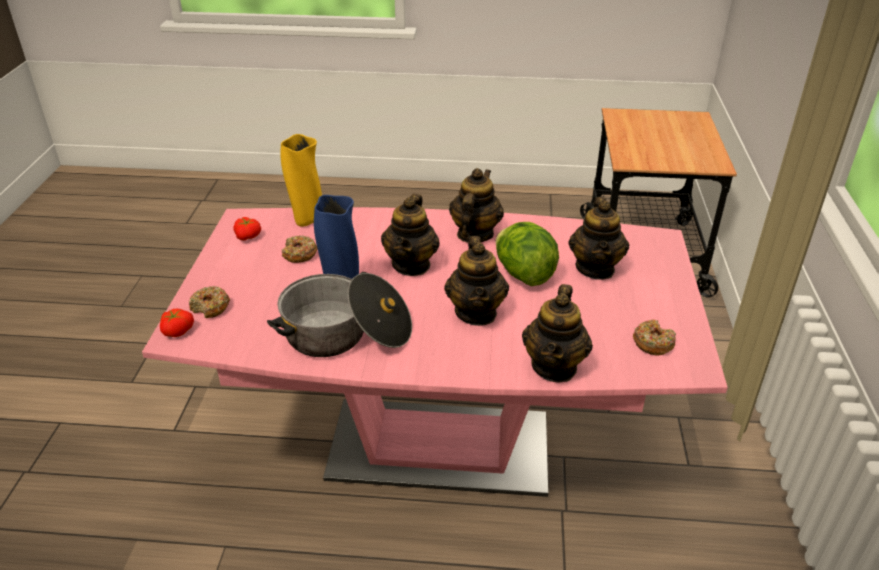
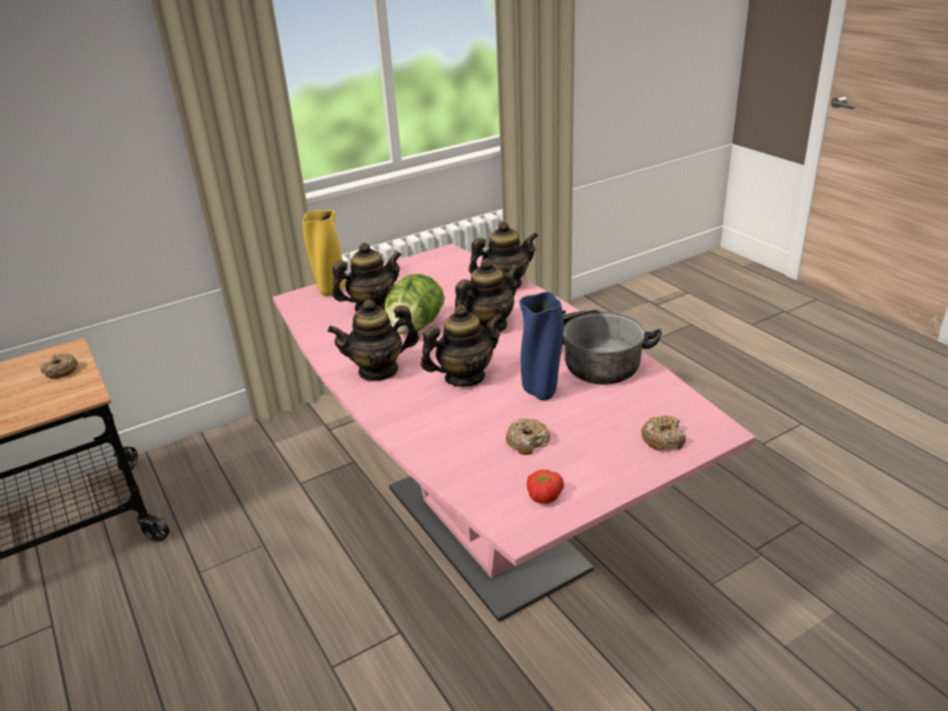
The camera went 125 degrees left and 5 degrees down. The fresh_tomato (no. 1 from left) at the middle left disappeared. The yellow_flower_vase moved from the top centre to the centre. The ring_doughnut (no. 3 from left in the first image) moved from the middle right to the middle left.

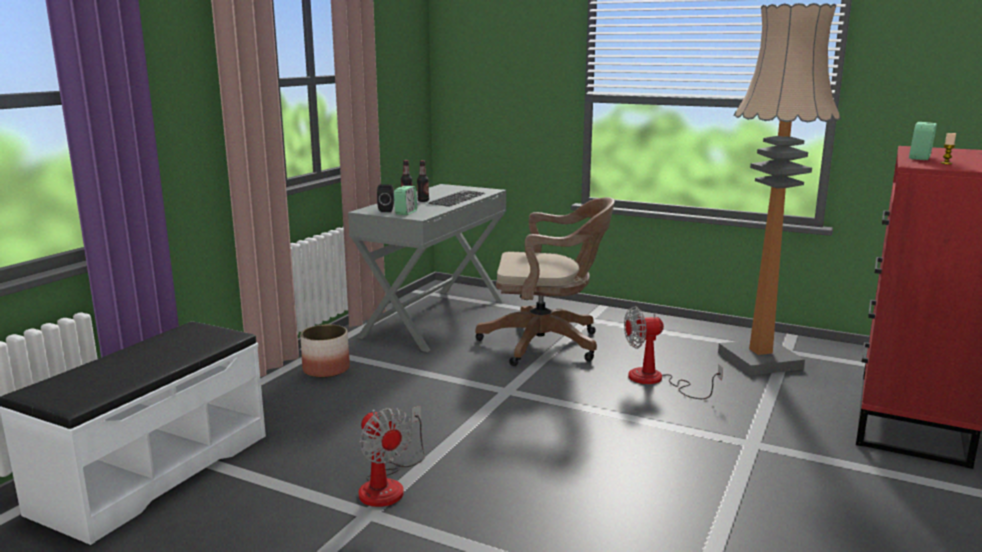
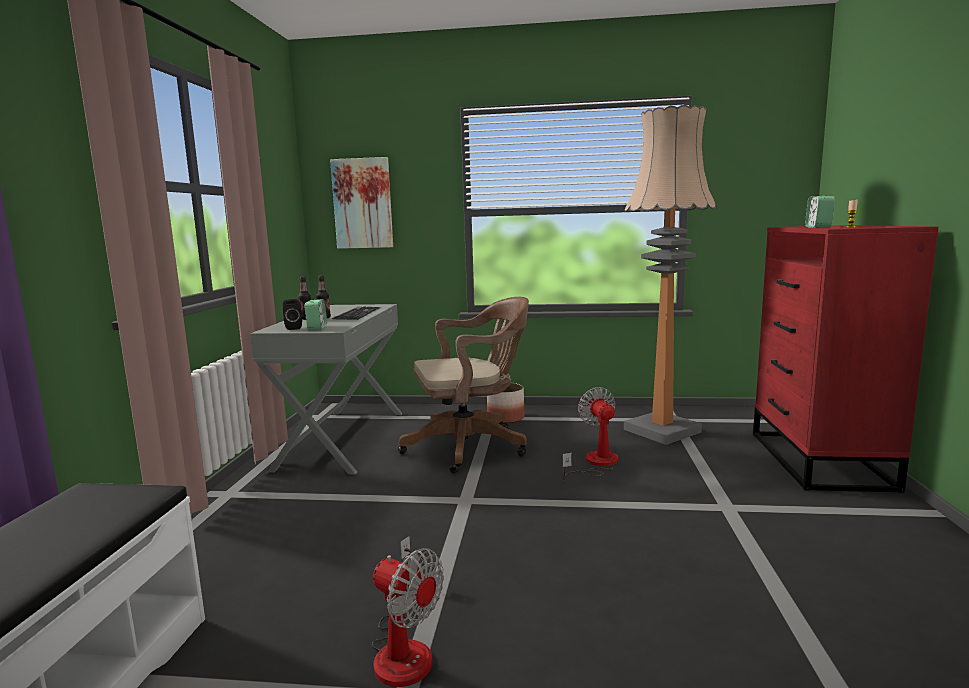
The camera went 20 degrees left and 5 degrees down. The picture at the top centre appeared. The planter moved from the middle left to the centre. The cooling_fan (no. 2 from left) at the middle right turned 105 degrees clockwise.

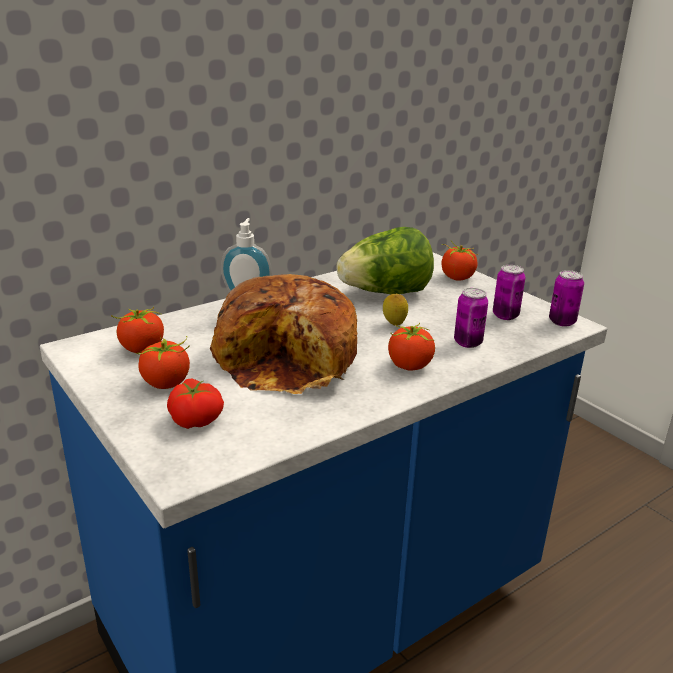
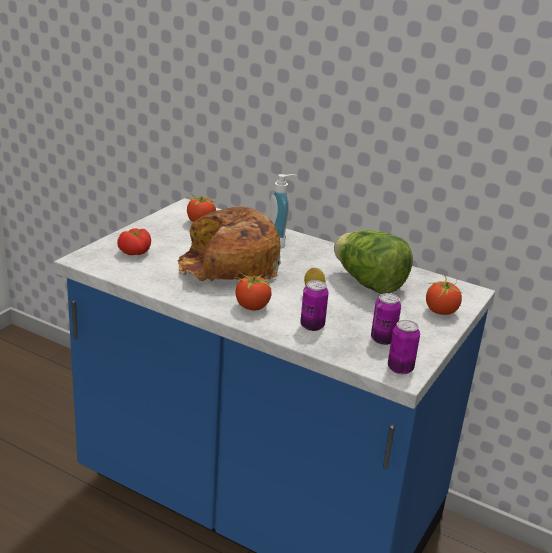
The camera went 65 degrees right and 0 degrees up. The fresh_tomato (no. 2 from left) at the middle left disappeared.

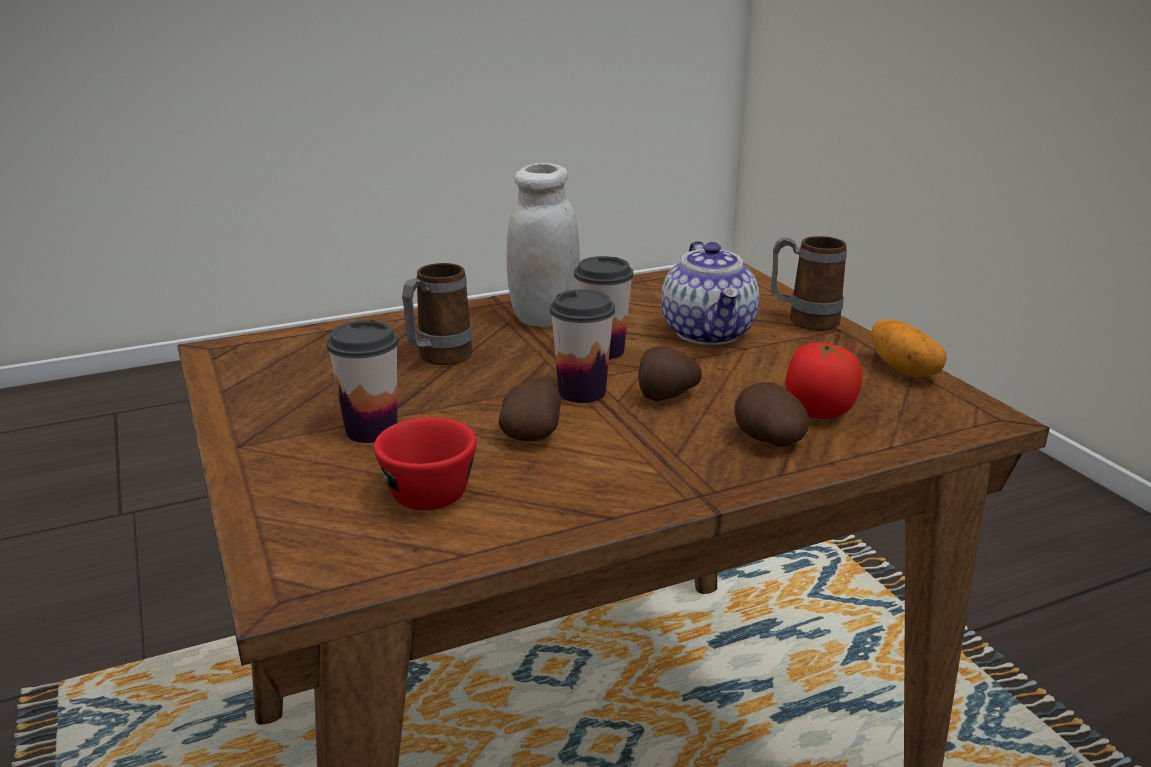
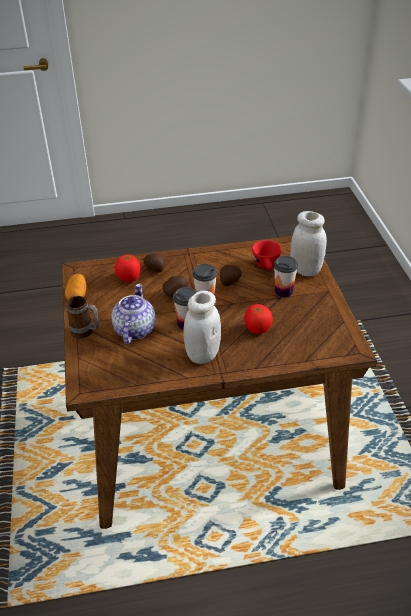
The camera went 165 degrees left and 15 degrees up. The white_preserve_jar (no. 2 from left) at the middle right appeared. The tea_mug (no. 1 from left) at the centre was replaced by the fresh_tomato (no. 2 from left) at the centre.

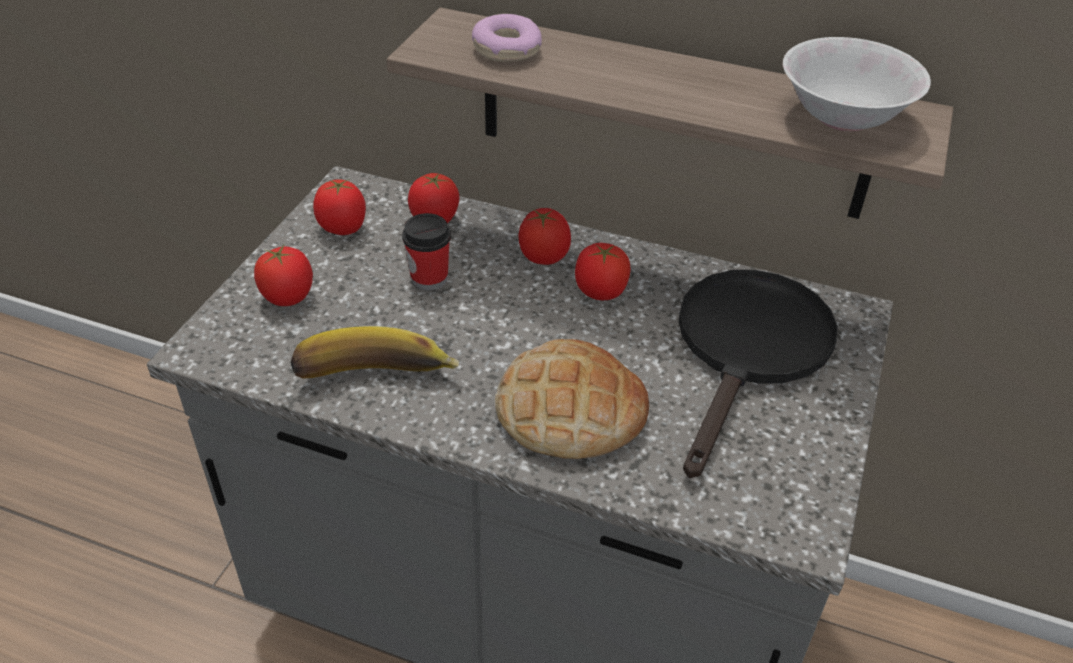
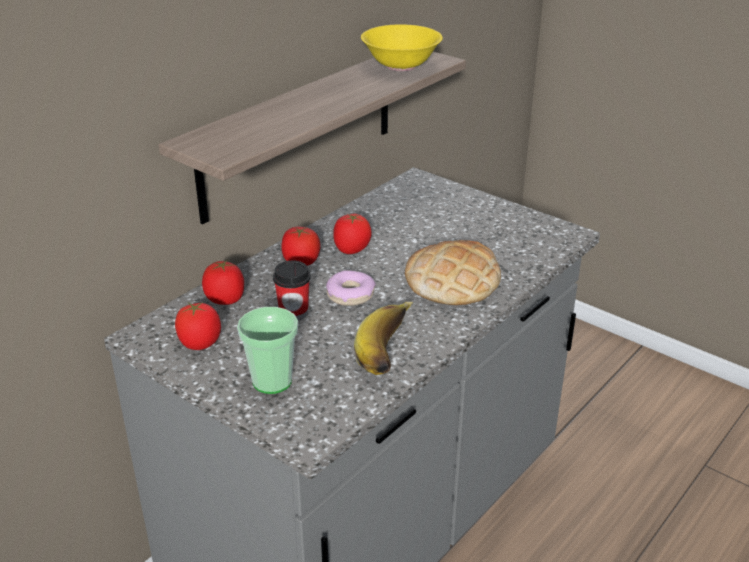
The camera went 70 degrees left and 10 degrees down. The black-coloured_skillet at the middle right disappeared. The ring_doughnut moved from the top centre to the centre. The fresh_tomato (no. 1 from left) at the middle left was replaced by the small_cup (no. 1 from left) at the centre. The white_serving_bowl at the top right became the yellow_serving_bowl at the top centre.

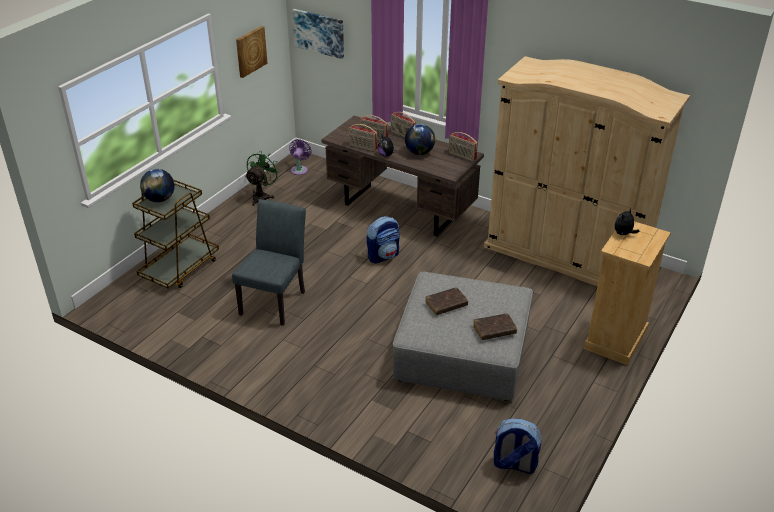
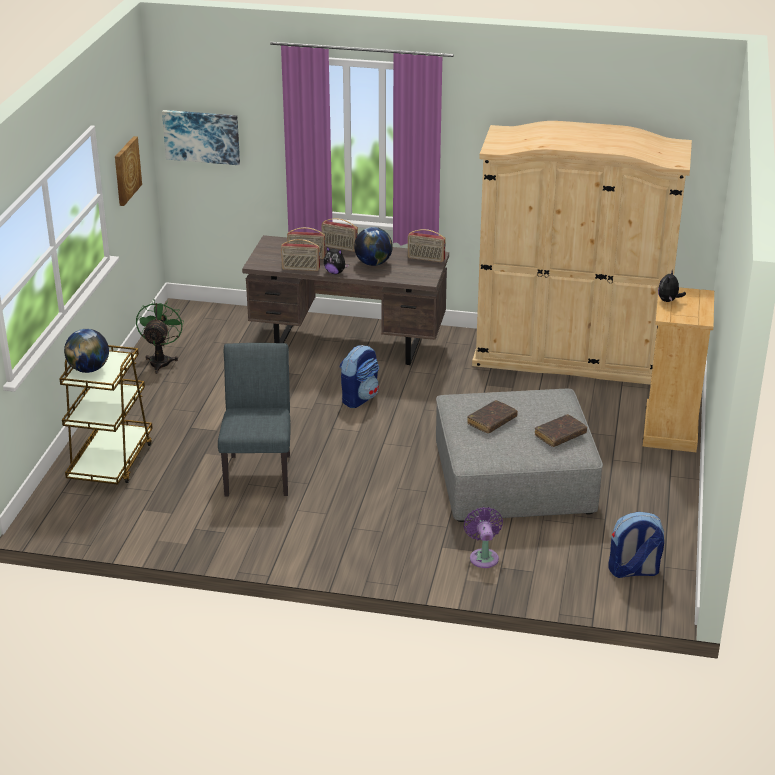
The camera went 20 degrees left and 5 degrees down. The purplish_cooling_fan moved from the top centre to the bottom centre.

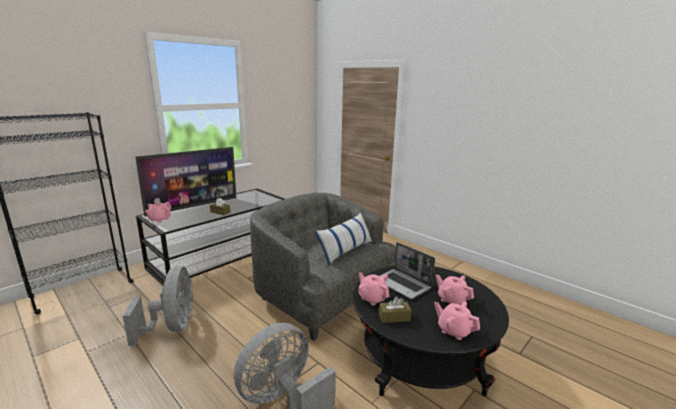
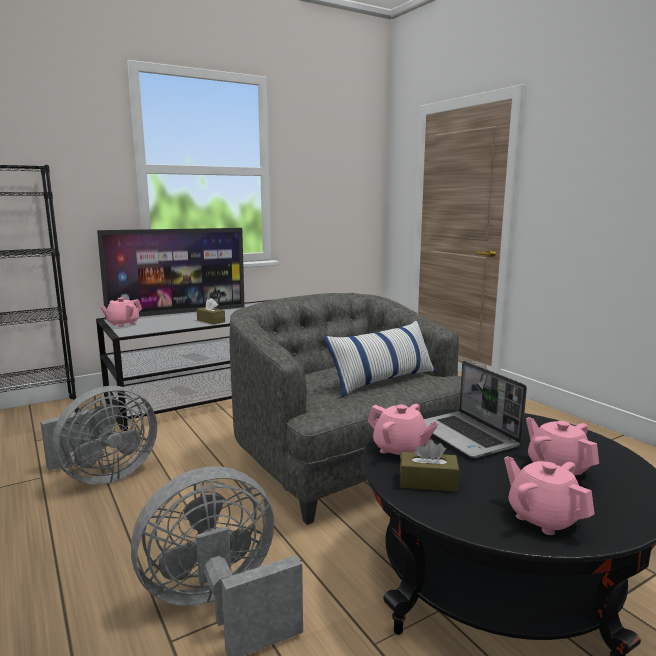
The camera went 15 degrees right and 5 degrees down. The gray_cooling_fan (no. 1 from left) at the bottom left turned 45 degrees clockwise. The pink_pot_for_tea (no. 2 from left) at the bottom centre turned 150 degrees clockwise.

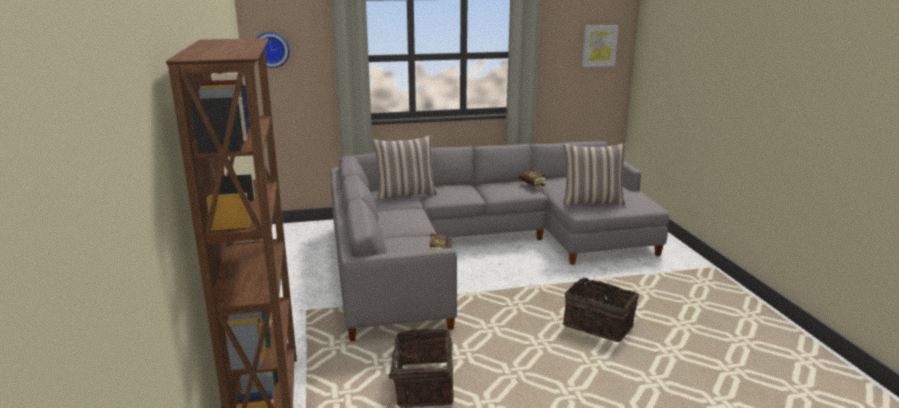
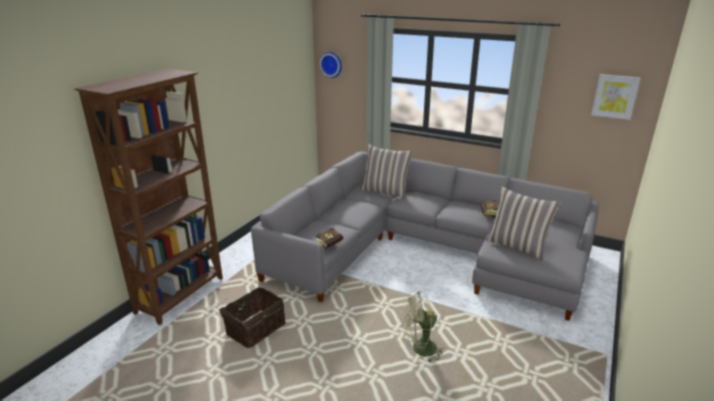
The camera went 40 degrees right and 5 degrees up. The basket (no. 2 from left) at the bottom right was replaced by the greenish_cooling_fan at the bottom centre.

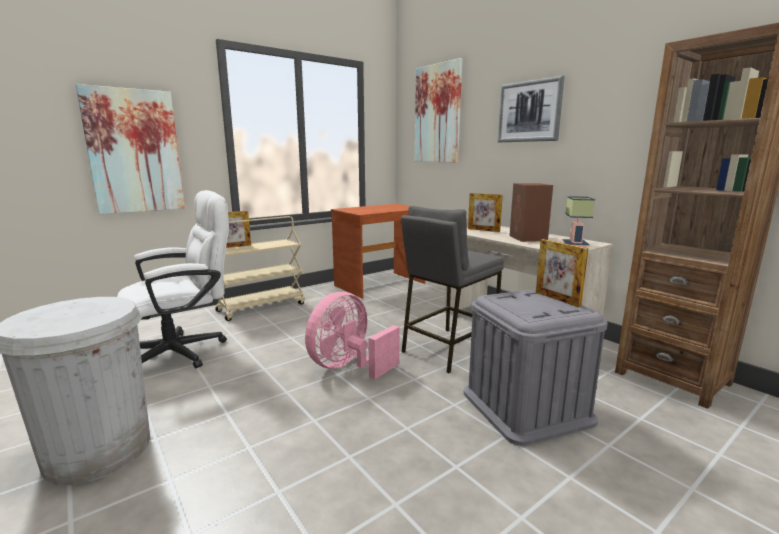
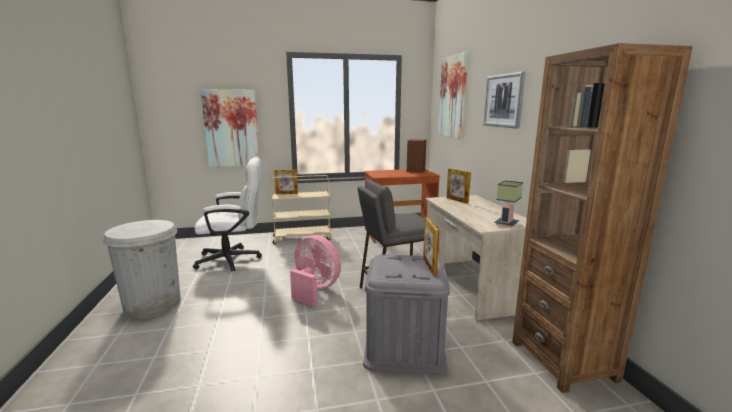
The camera went 25 degrees right and 0 degrees up. The brown-coloured_audio_speaker moved from the middle right to the centre. The pink_cooling_fan at the centre turned 60 degrees clockwise.

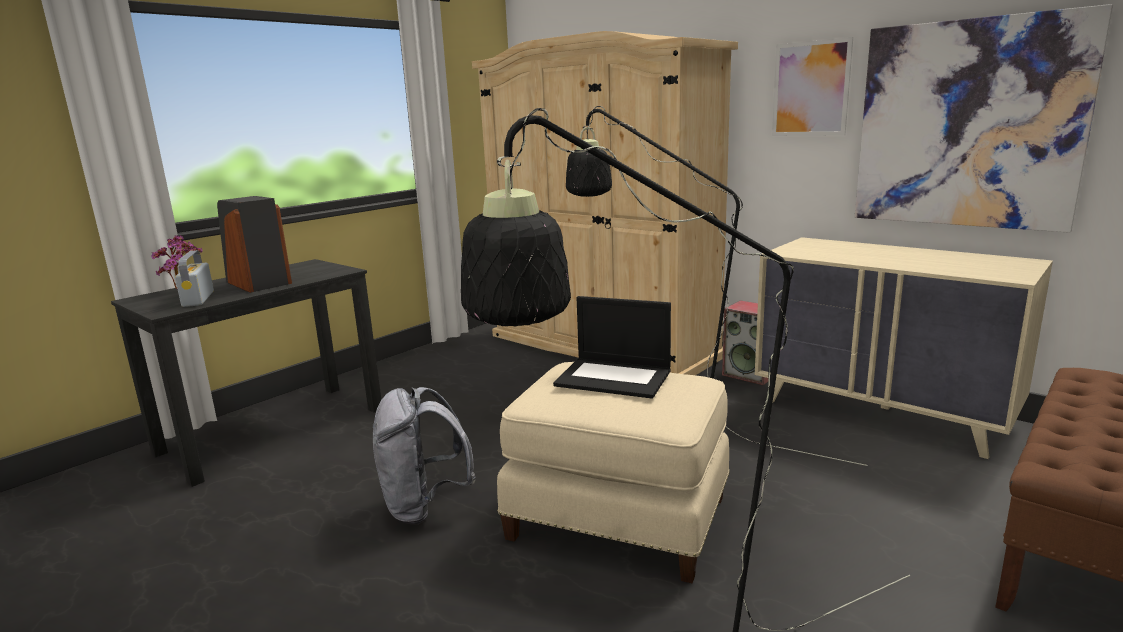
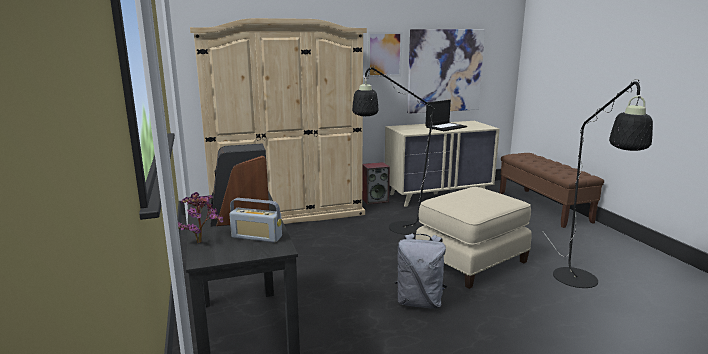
The camera went 60 degrees left and 0 degrees up. The portable_computer moved from the centre to the top centre.

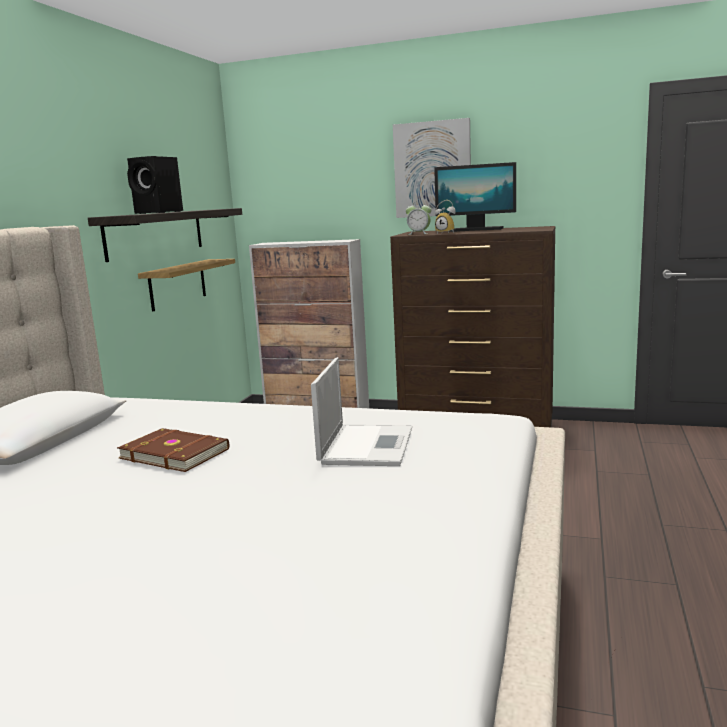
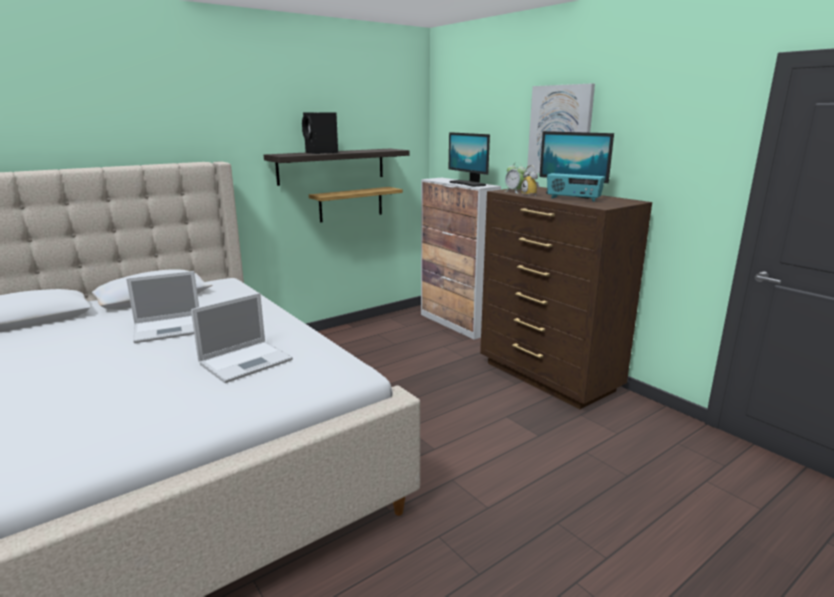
The camera went 35 degrees right and 5 degrees up. The monitor (no. 1 from left) at the top centre appeared. The radio at the top right appeared. The brown-coloured_book at the middle left was replaced by the portable_computer (no. 1 from left) at the middle left.

